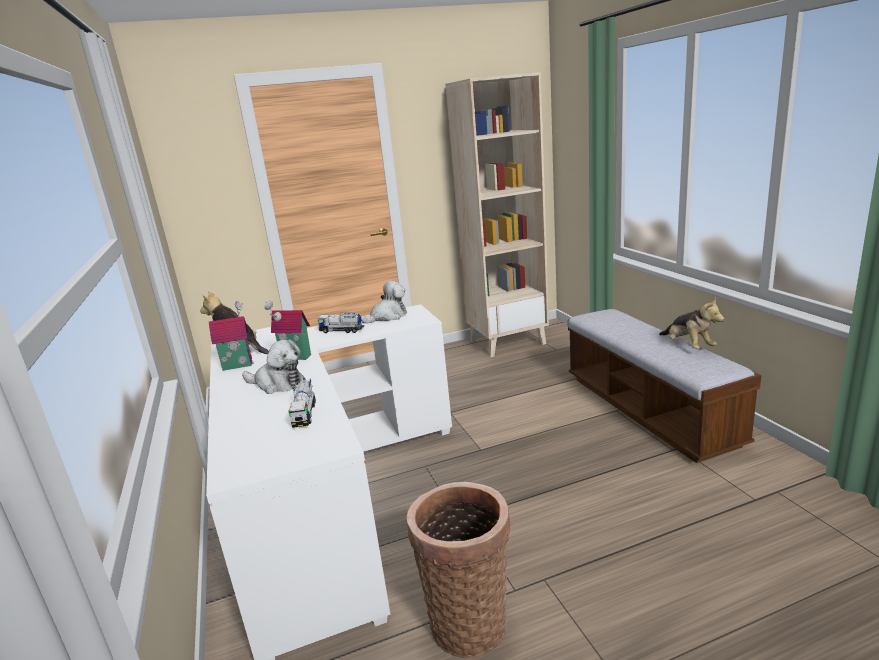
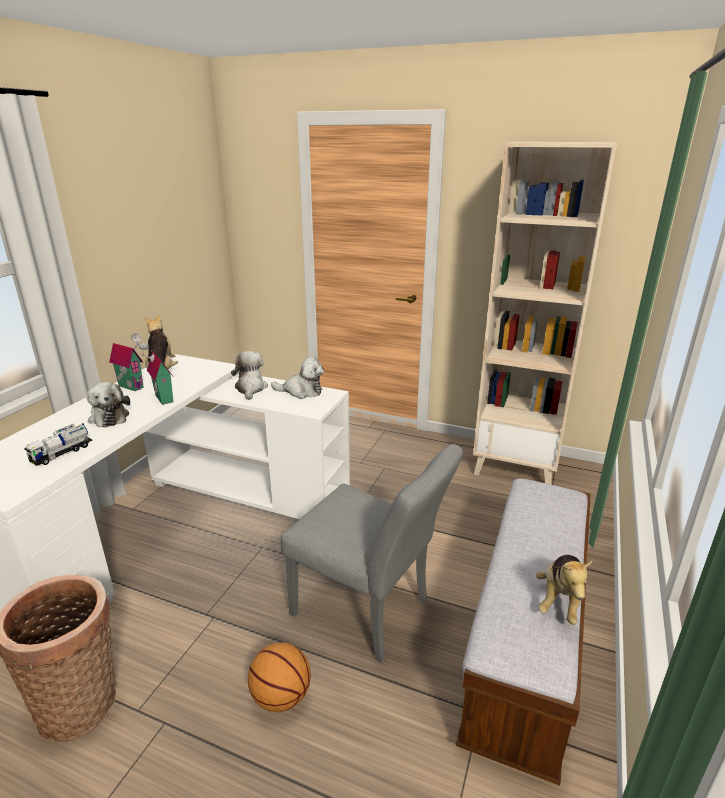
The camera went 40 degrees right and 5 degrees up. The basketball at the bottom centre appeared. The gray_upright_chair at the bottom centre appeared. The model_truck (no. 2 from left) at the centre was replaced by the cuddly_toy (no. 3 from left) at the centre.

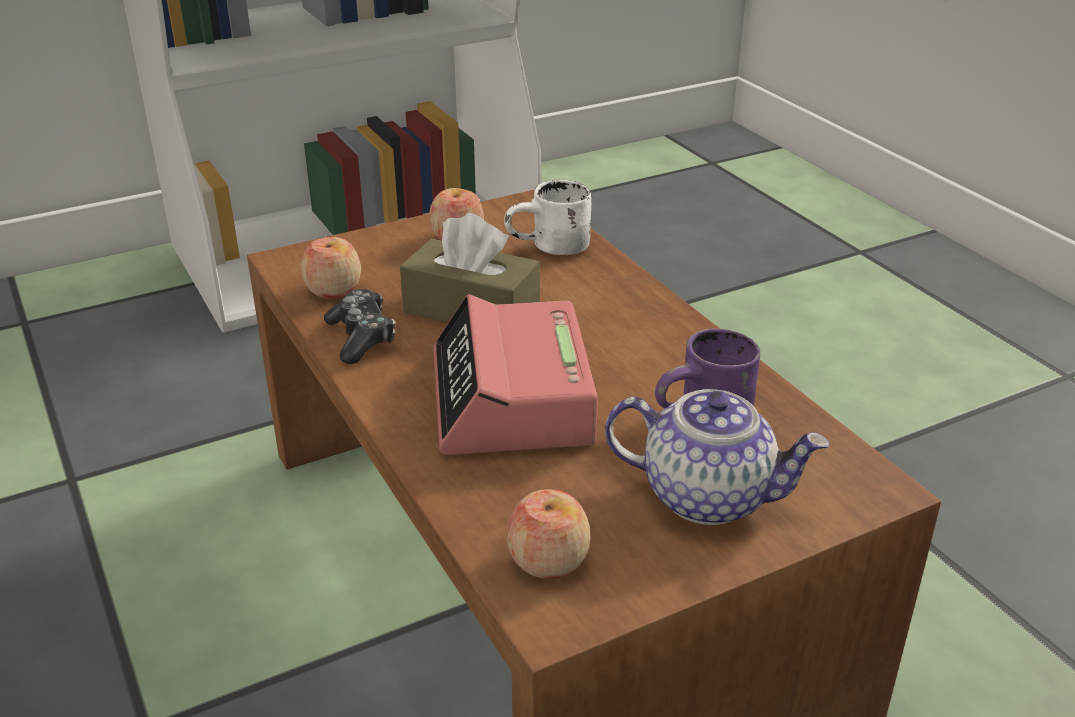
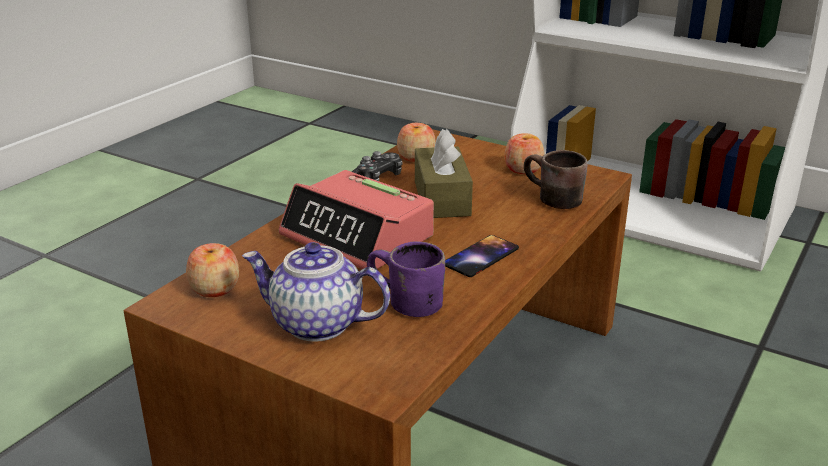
The camera went 60 degrees right and 5 degrees down. The telephone at the centre appeared. The white_tea_mug at the top centre became the brown-coloured_tea_mug at the middle right. The table_clock at the centre turned 105 degrees counterclockwise. The pot_for_tea at the middle right turned 120 degrees clockwise.

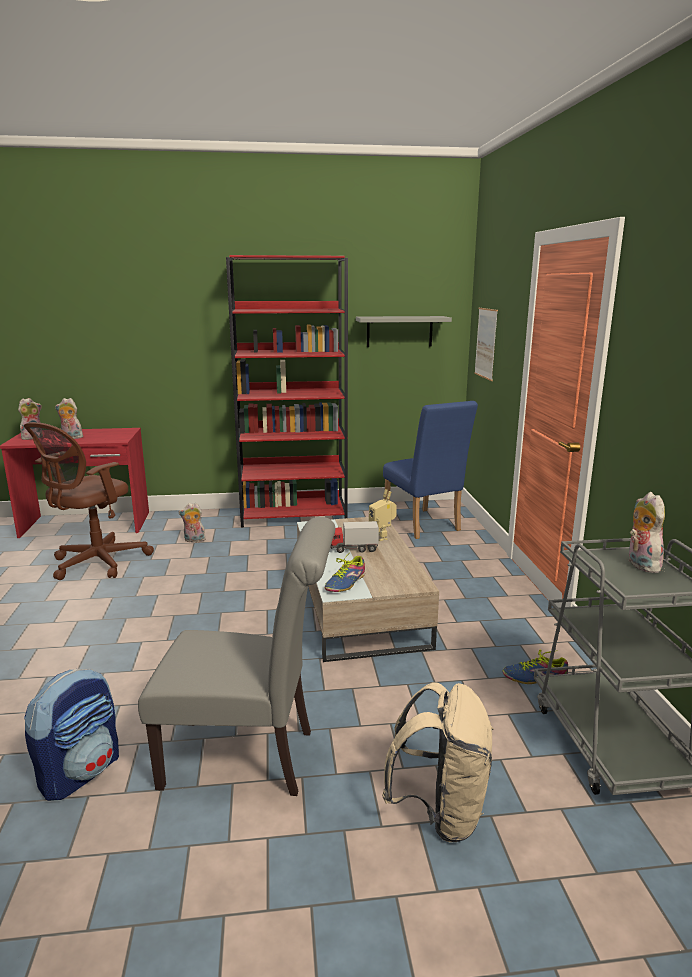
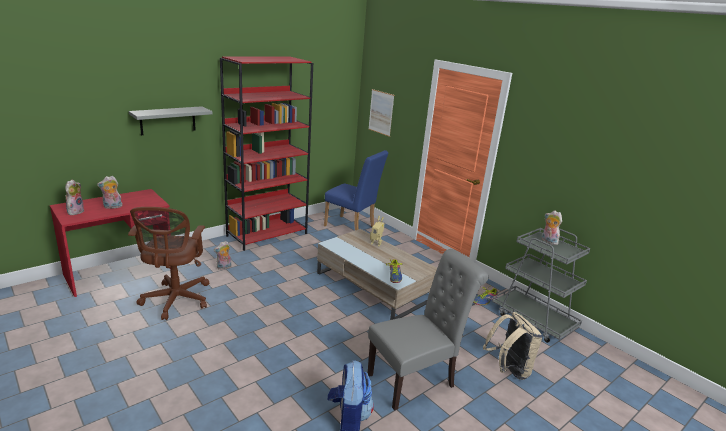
The camera went 35 degrees left and 5 degrees up. The model_truck at the centre disappeared. The gray_bracket_shelf moved from the centre to the top left.

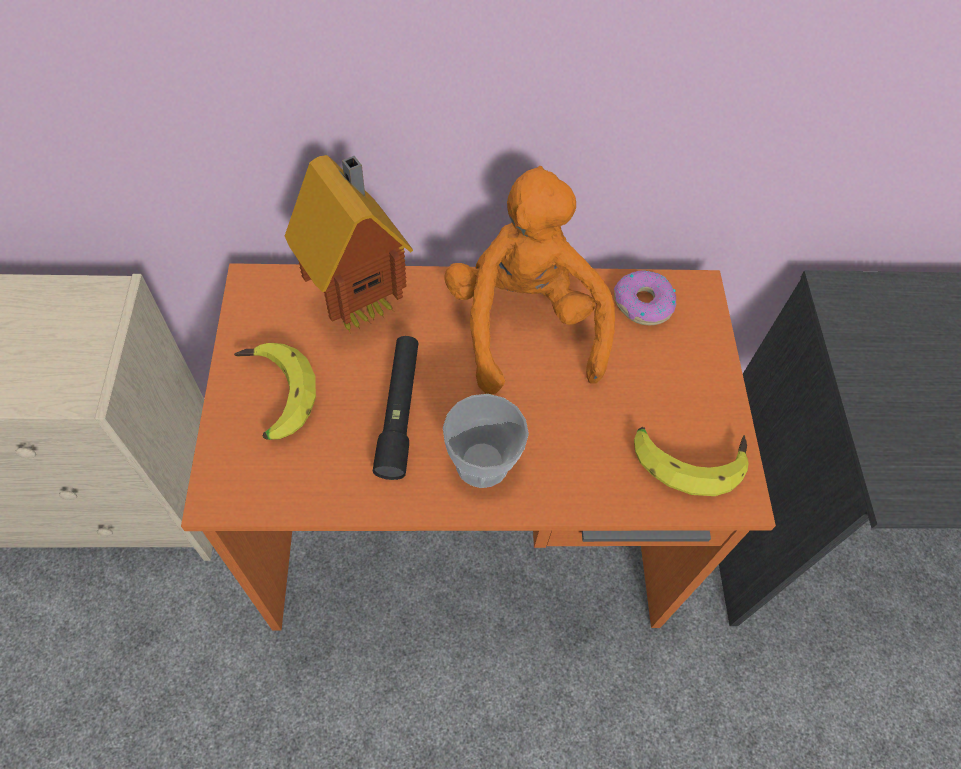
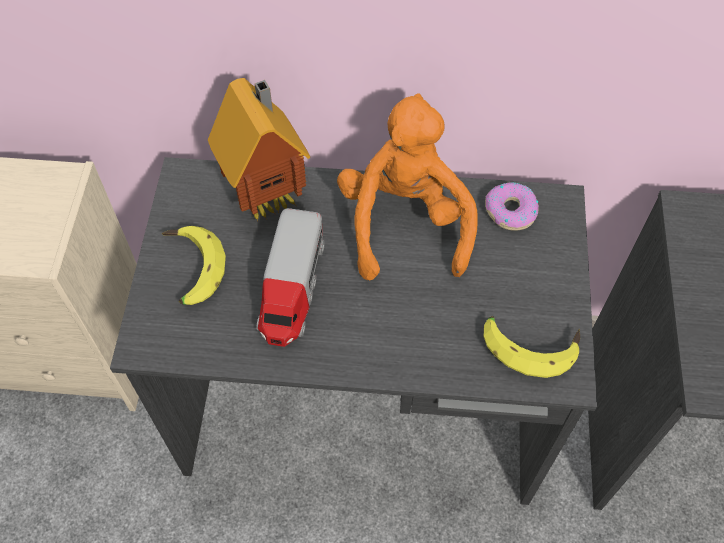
The camera went 10 degrees right and 0 degrees up. The small_cup at the centre disappeared. The black-coloured_hand_torch at the centre was replaced by the model_truck at the centre. The orange_desk_unit at the centre became the gray_desk_unit (no. 1 from left) at the centre.

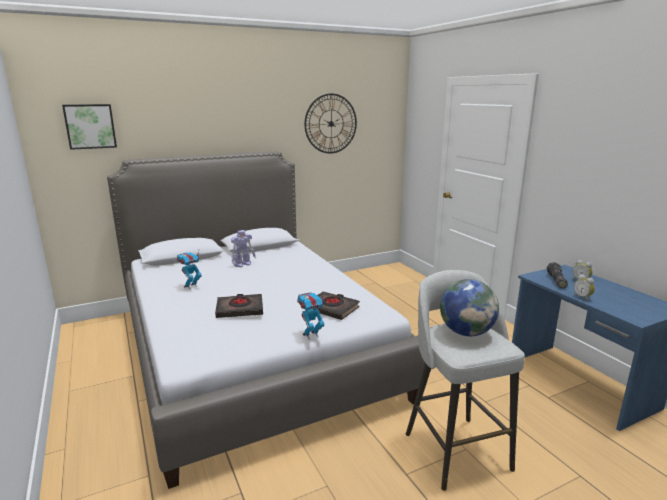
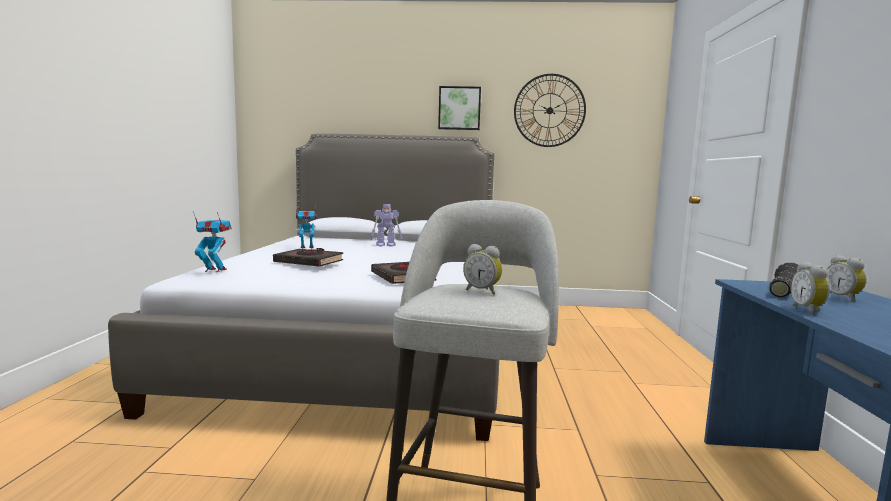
The camera went 30 degrees right and 10 degrees down. The picture moved from the top left to the top centre. The robot_figure (no. 3 from left in the first image) moved from the centre to the middle left. The world_globe at the middle right was replaced by the table_clock (no. 1 from left) at the centre.

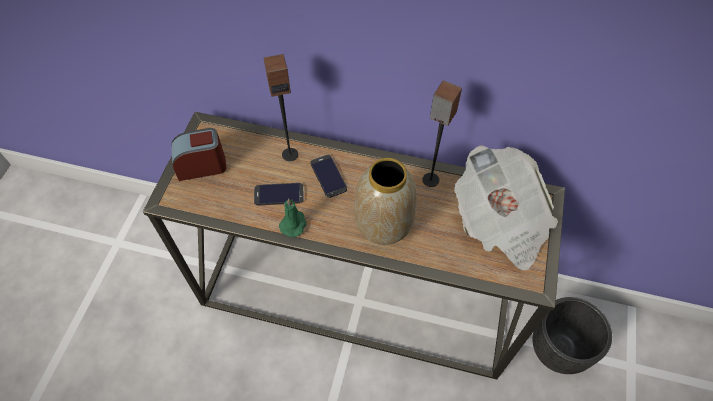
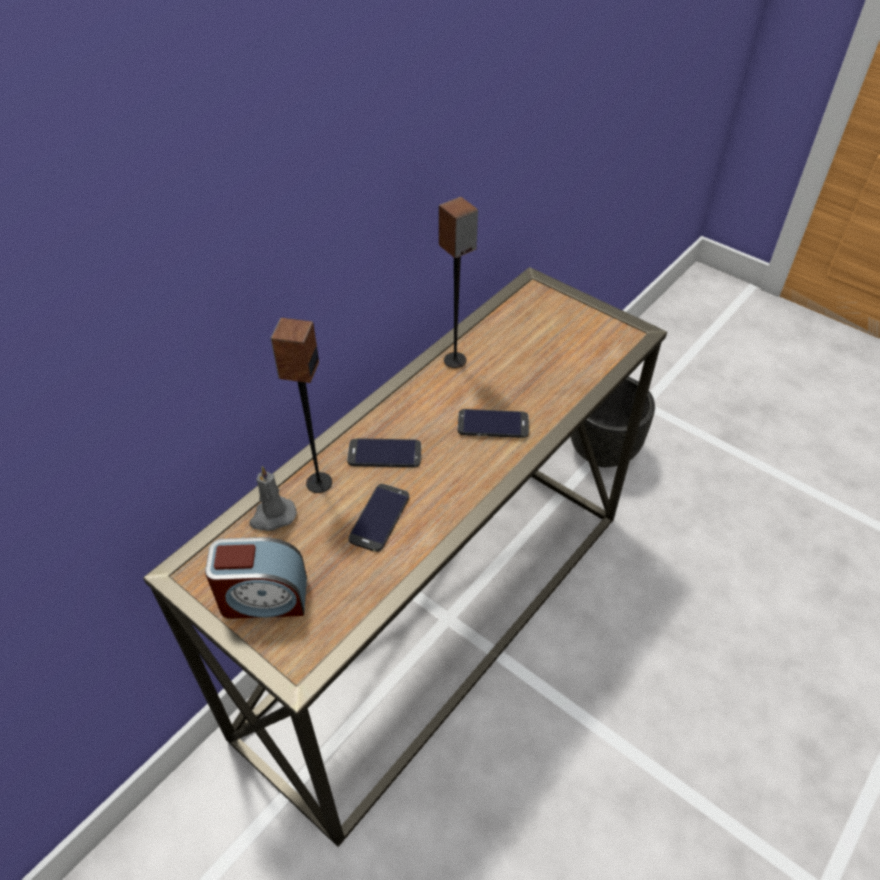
The camera went 65 degrees left and 10 degrees down. The greenish_wax_candle at the centre disappeared. The newspaper at the middle right disappeared. The gray_wax_candle at the middle left appeared. The flower_vase at the centre was replaced by the telephone (no. 3 from left) at the centre. The table_clock at the middle left turned 105 degrees counterclockwise.

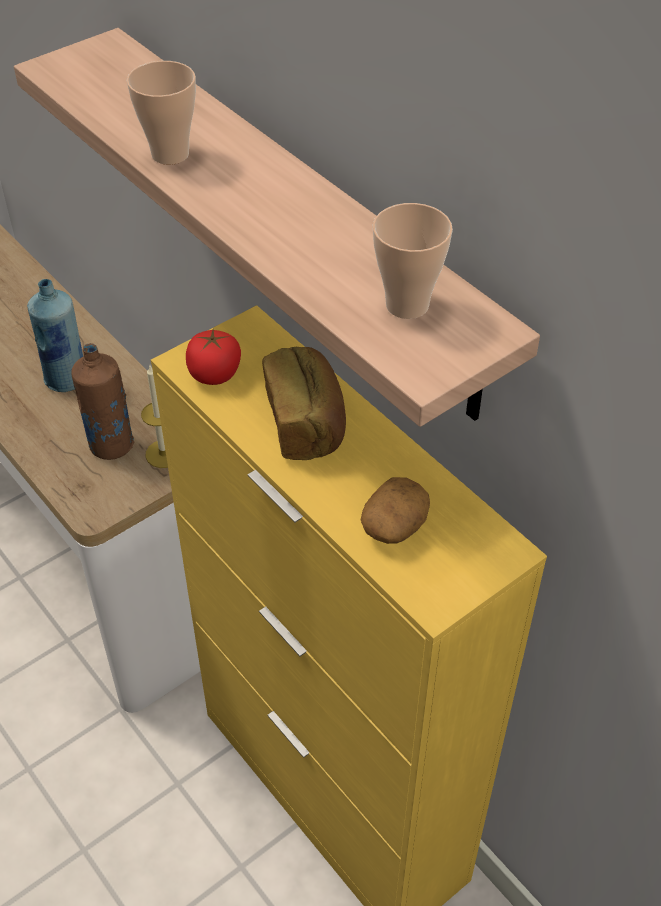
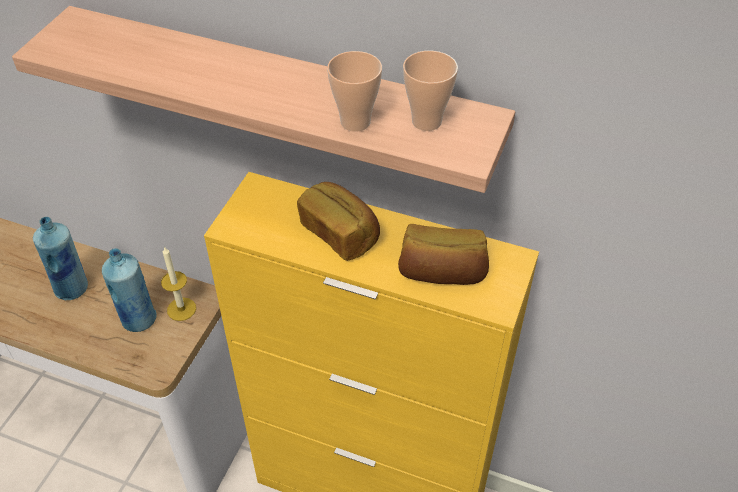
The camera went 30 degrees left and 0 degrees up. The fresh_tomato at the middle left disappeared. The small_cup (no. 1 from left) moved from the top left to the top centre. The potato at the centre was replaced by the bread (no. 2 from left) at the centre. The brown-coloured_beverage_bottle at the middle left became the blue_beverage_bottle (no. 2 from left) at the middle left.

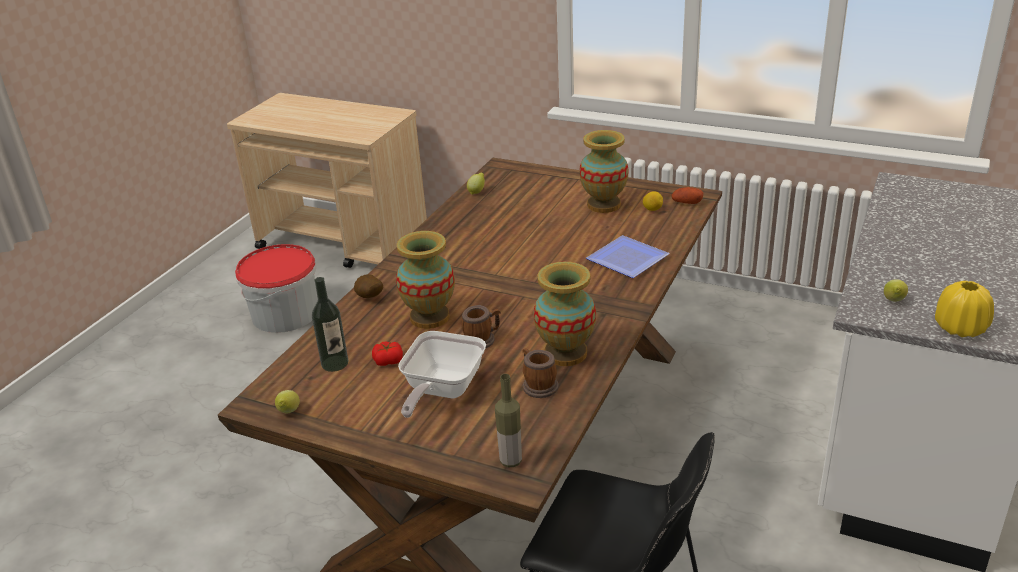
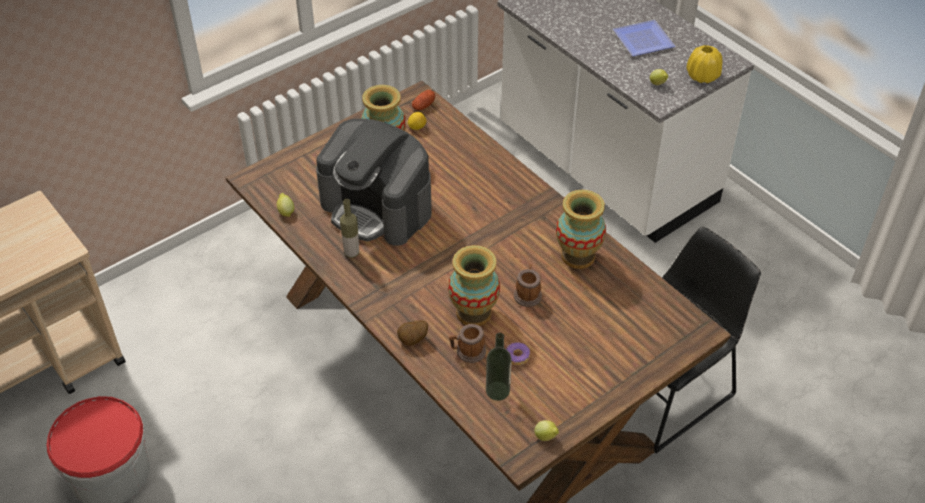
The camera went 65 degrees left and 15 degrees up. The skillet at the centre disappeared. The coffee_brewer at the centre appeared. The beverage_bottle (no. 2 from left in the first image) moved from the bottom centre to the centre. The tea_mug (no. 2 from left in the first image) moved from the centre to the bottom centre. The plate moved from the centre to the top right. The fresh_tomato at the centre was replaced by the ring_doughnut at the bottom centre.

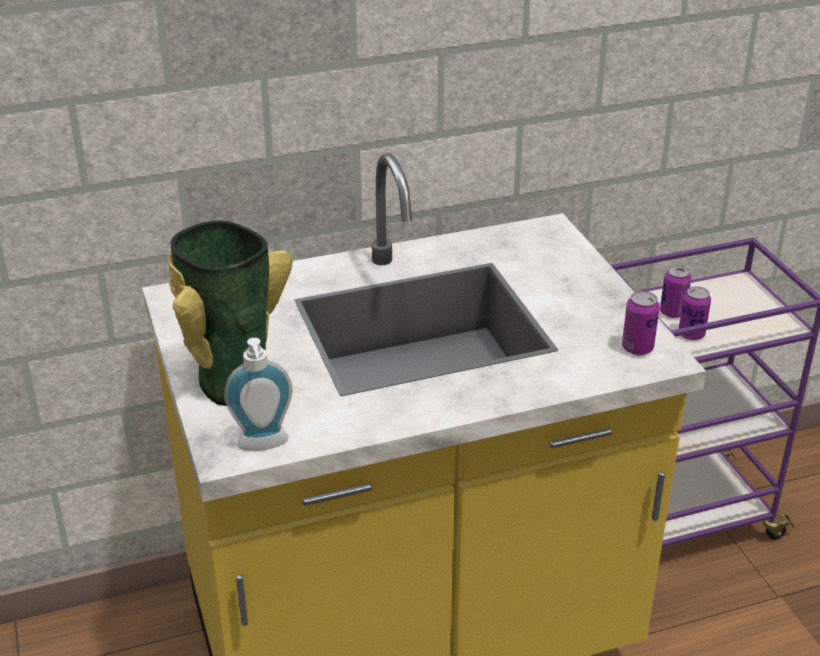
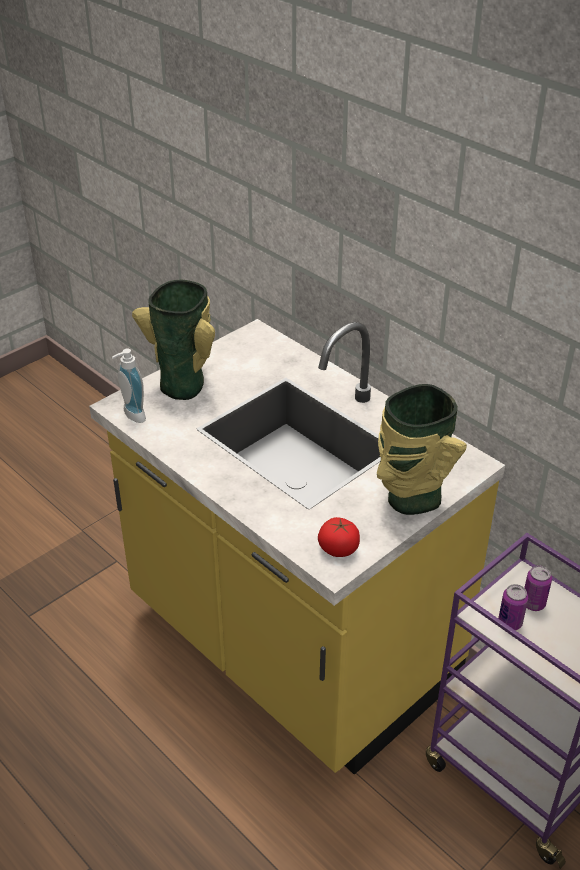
The camera went 65 degrees right and 5 degrees up. The flower_vase (no. 2 from left) at the middle right appeared. The sealed_can (no. 1 from left) at the middle right was replaced by the fresh_tomato at the centre.

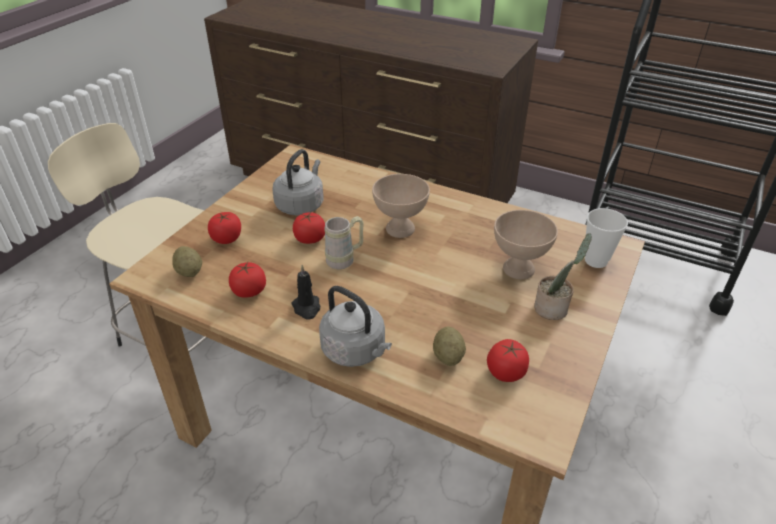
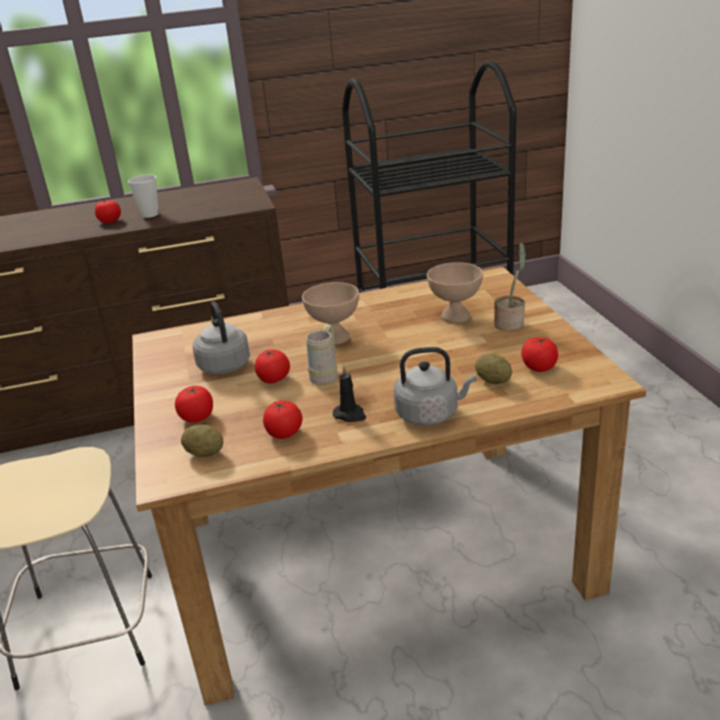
The camera went 40 degrees left and 10 degrees down. The fresh_tomato (no. 1 from left) at the top left appeared. The small_cup moved from the middle right to the top left.

